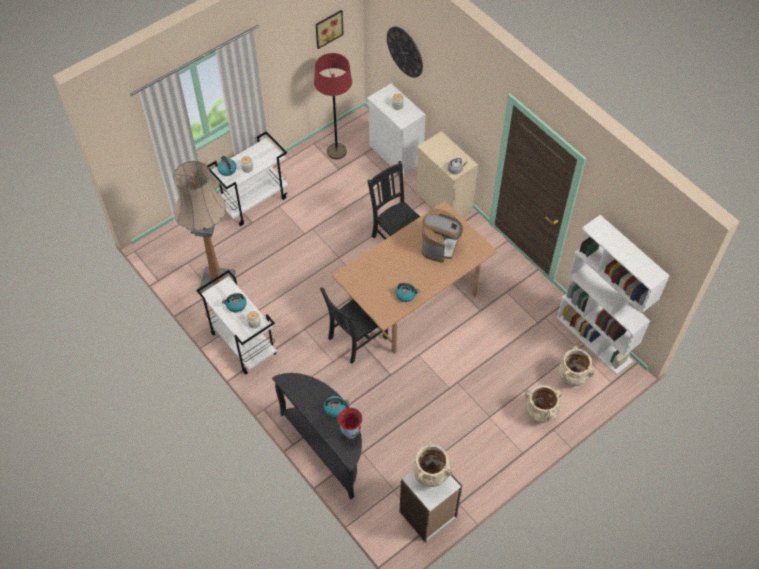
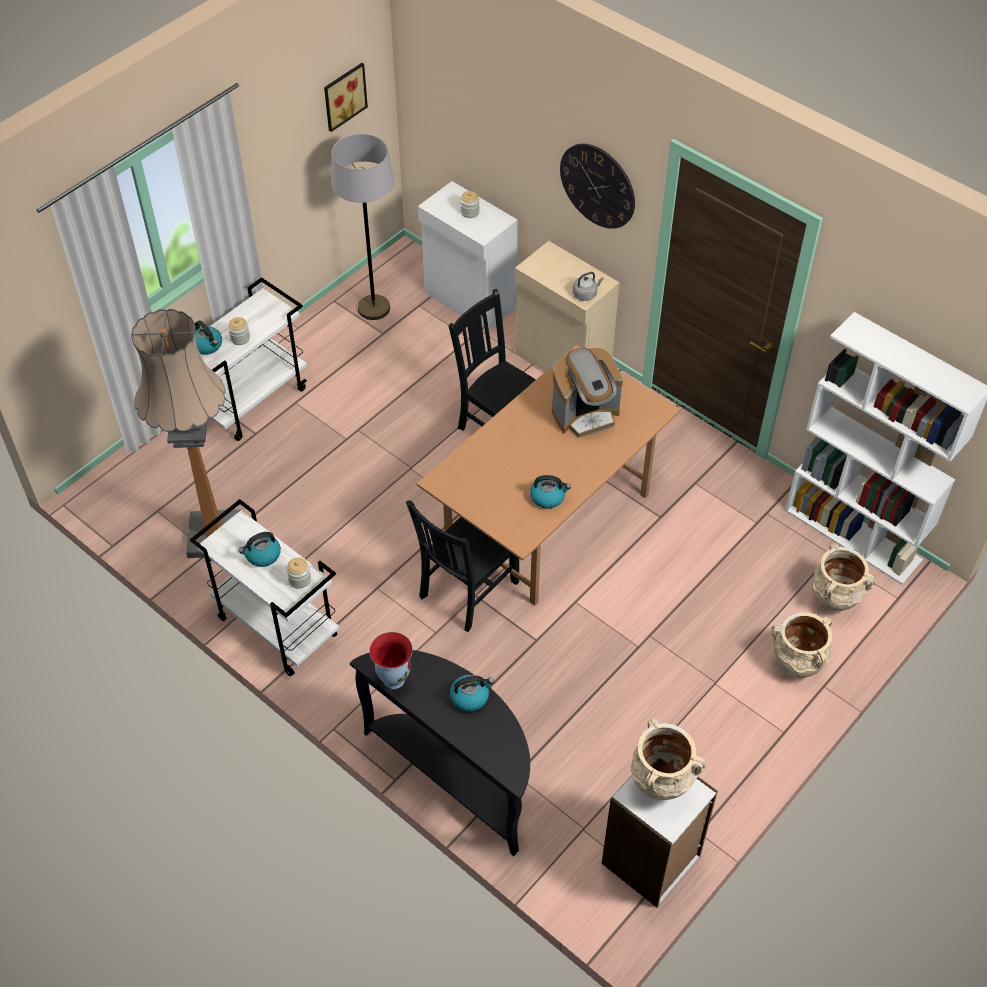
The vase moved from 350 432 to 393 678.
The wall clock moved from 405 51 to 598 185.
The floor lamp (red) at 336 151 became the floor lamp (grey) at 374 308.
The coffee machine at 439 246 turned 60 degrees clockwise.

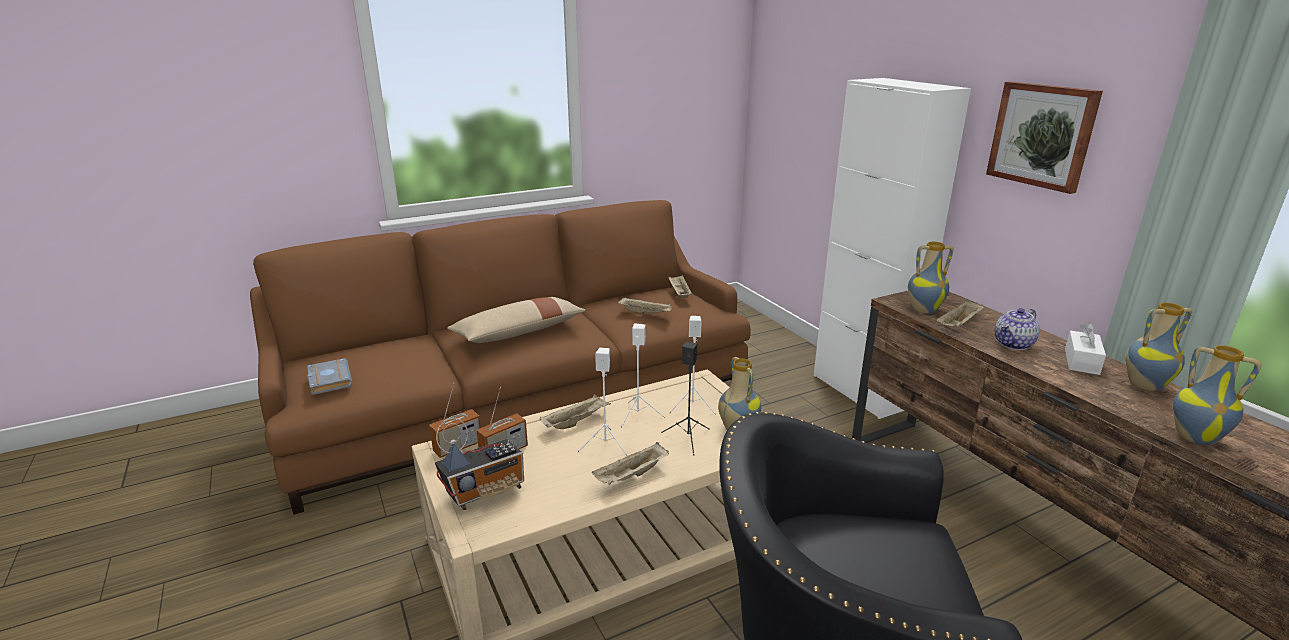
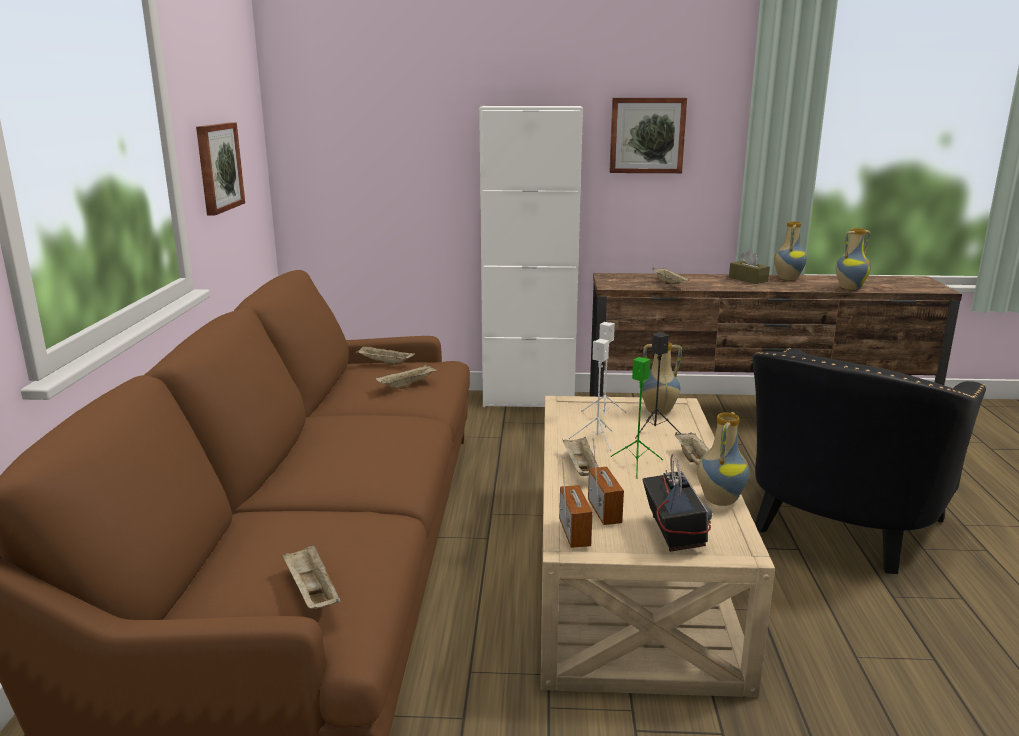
The pillow (beige) at 519 332 disappeared.
The teapot at 1013 344 disappeared.
The picture at 218 167 appeared.
The vase moved from 923 310 to 718 500.
The book (grey) at 328 380 was replaced by the tray (beige) at 311 592.
The speaker (white) at 606 446 became the speaker (green) at 637 464.
The tissue box (white) at 1081 361 became the tissue box (brown) at 748 279.

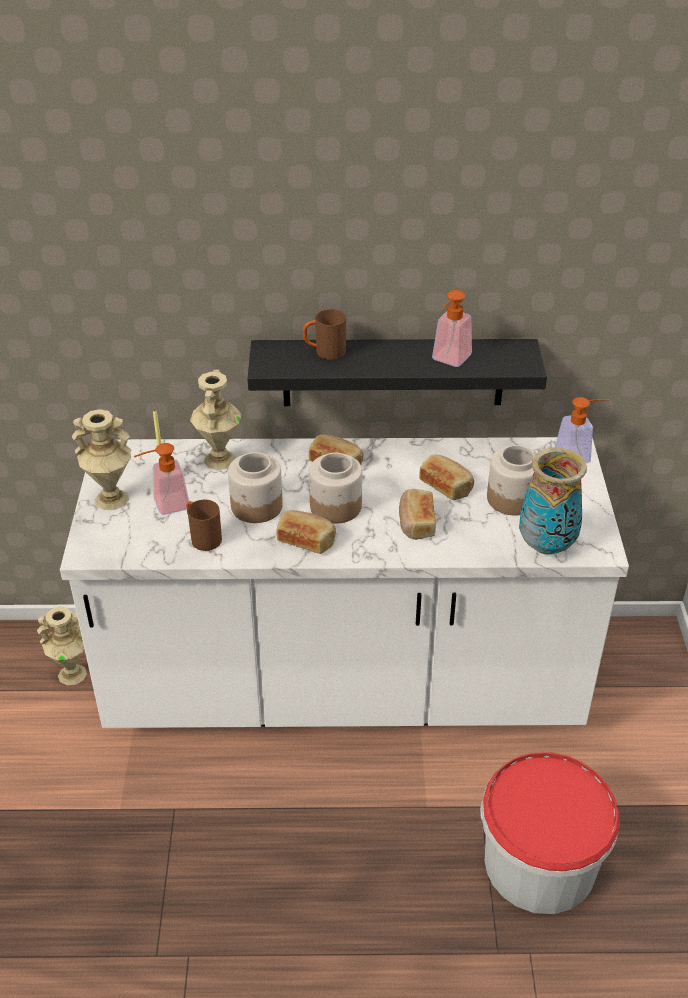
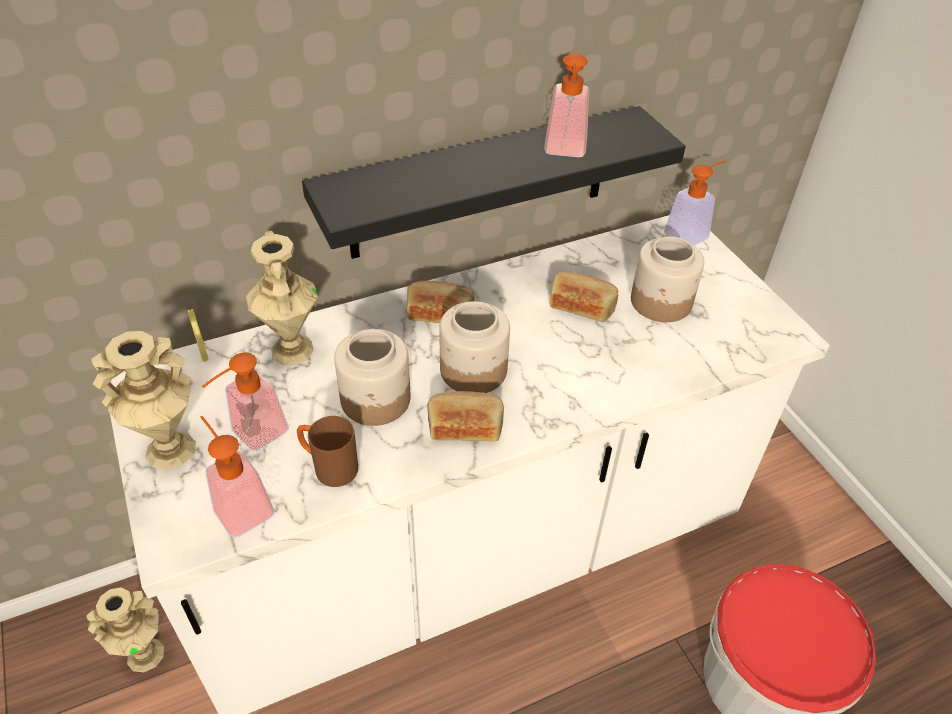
The mug (brown) at 324 352 disappeared.
The bread at 416 523 disappeared.
The vase at 546 545 disappeared.
The soap dispenser at 239 505 appeared.

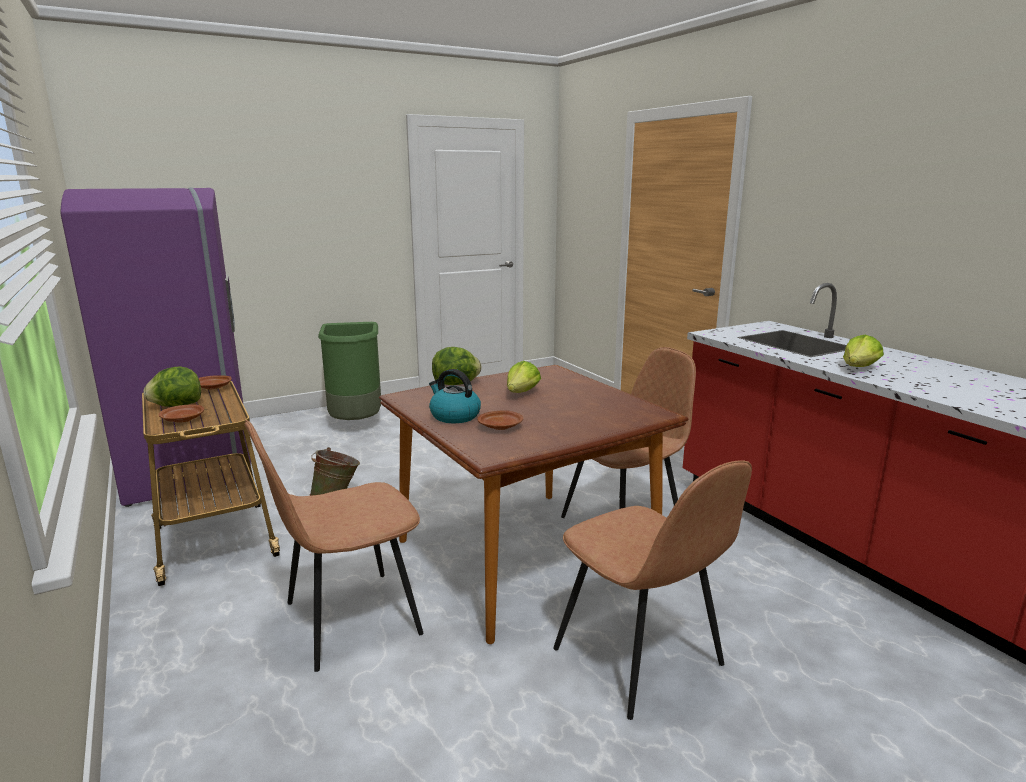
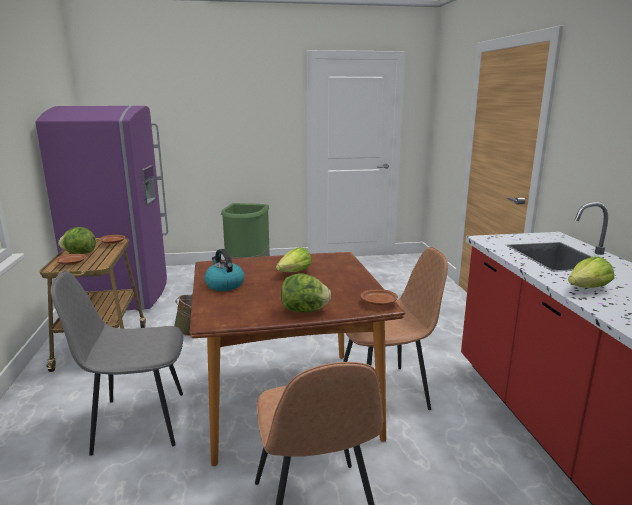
The lettuce moved from 456 384 to 304 311.
The plate (brown) moved from 501 427 to 379 303.
The chair (brown) at 348 619 became the chair (grey) at 137 422.

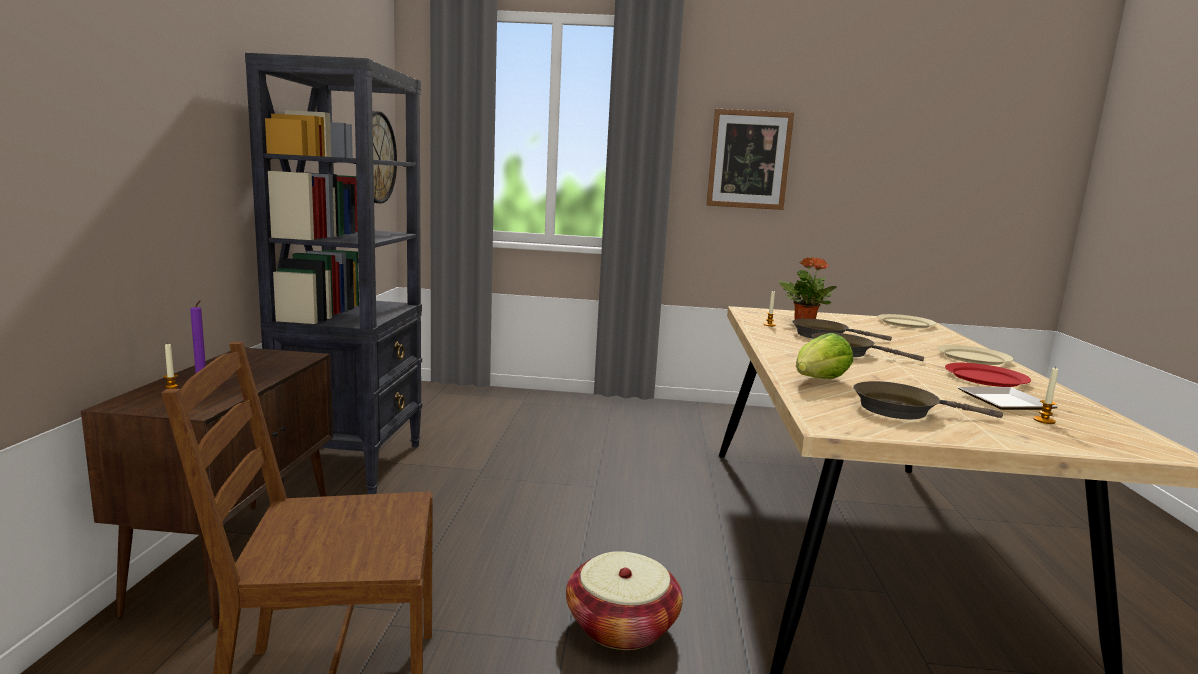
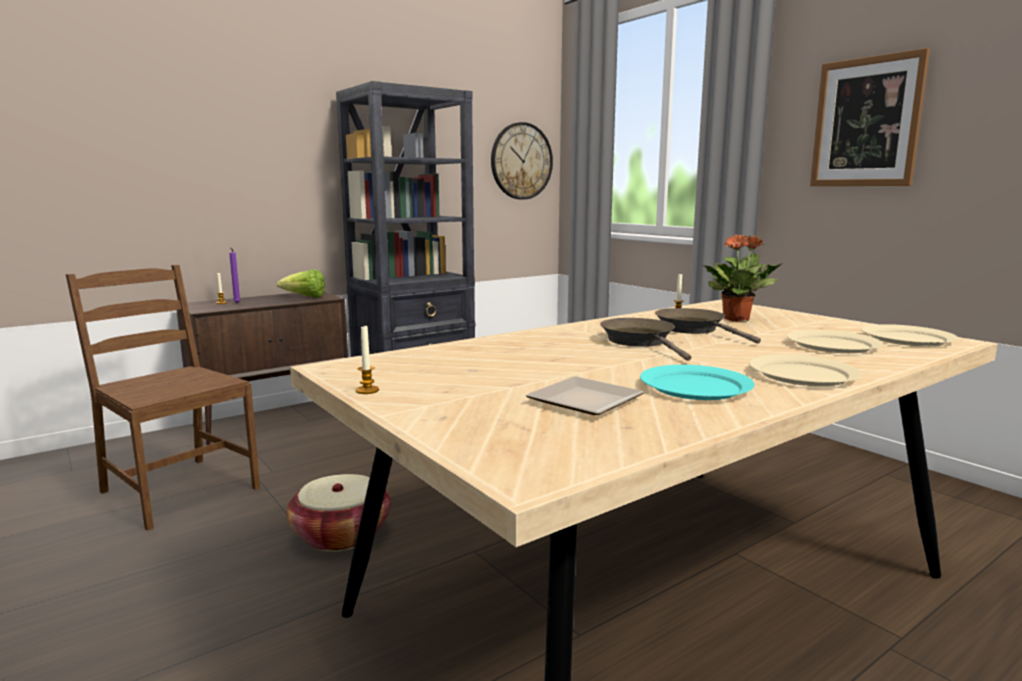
The frying pan (brown) at 901 410 disappeared.
The plate (beige) at 832 345 appeared.
The lettuce moved from 818 381 to 305 297.
The candle moved from 1044 420 to 367 390.
The plate (red) at 985 378 became the plate (turquoise) at 696 386.

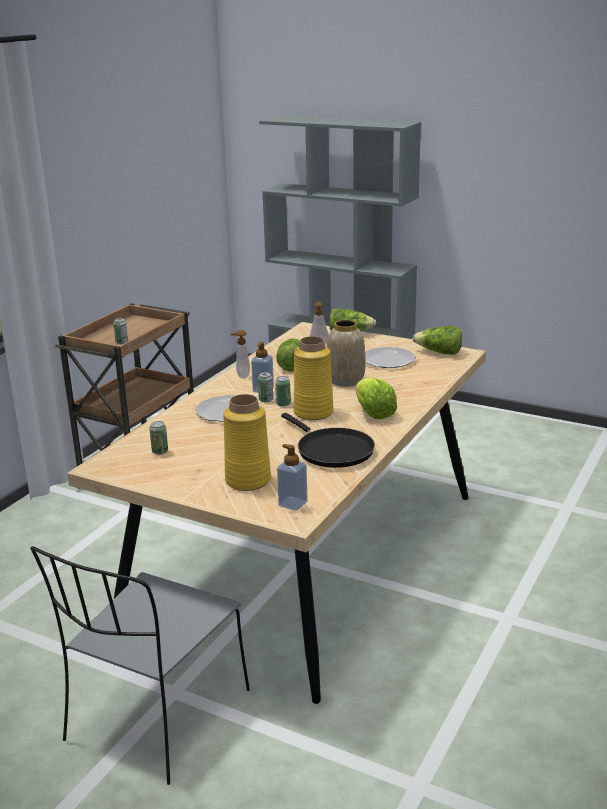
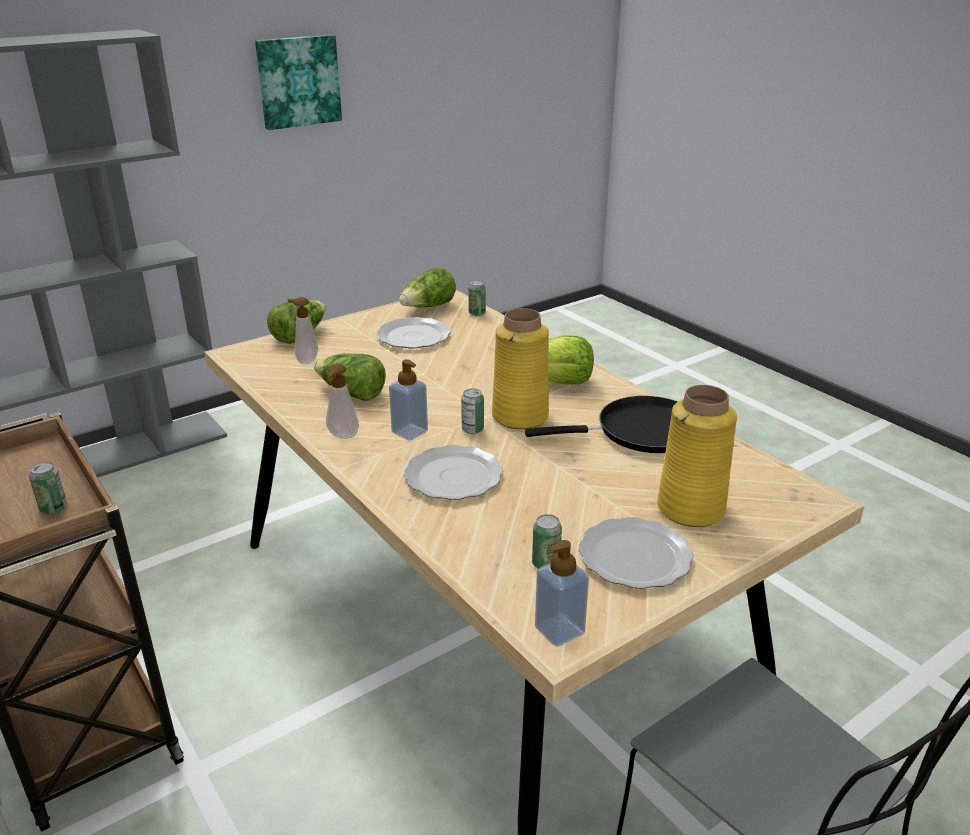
The vase at 345 381 disappeared.
The picture at 298 81 appeared.
The plate at 634 557 appeared.
The can moved from 266 400 to 477 313.
The soap dispenser moved from 293 504 to 559 630.

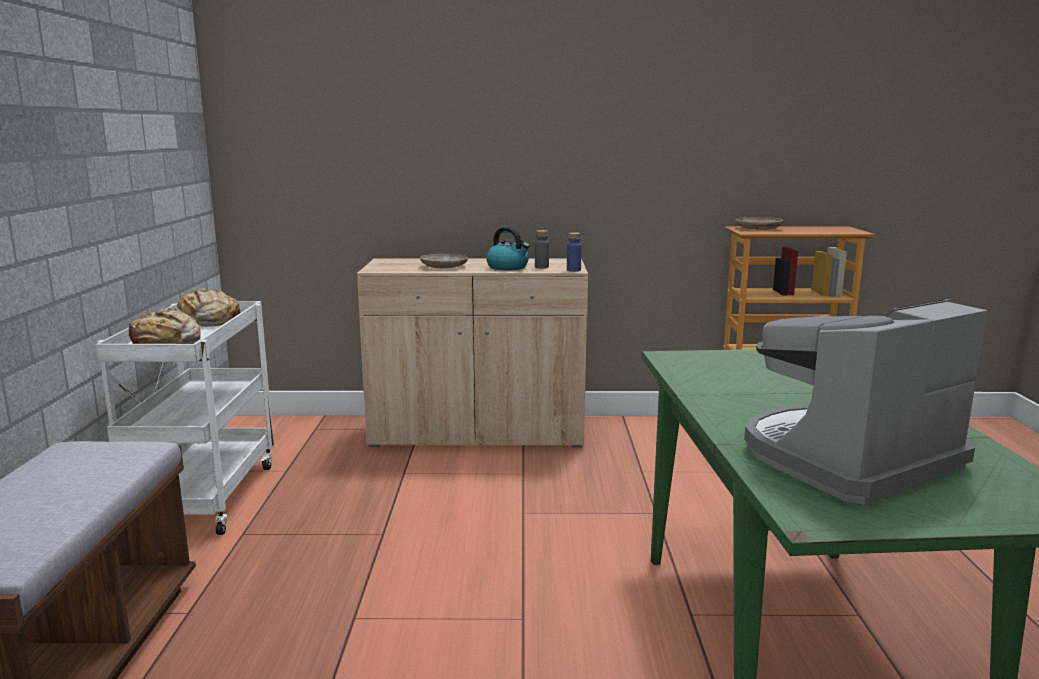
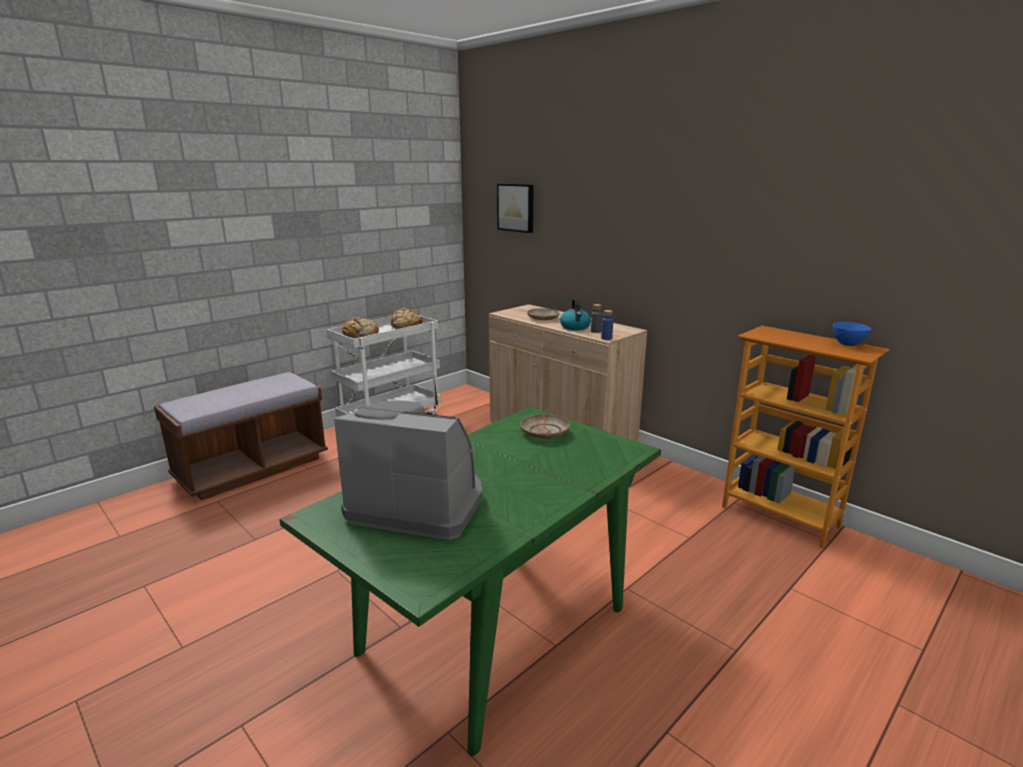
The picture at 516 207 appeared.
The bowl (blue) at 848 344 appeared.
The plate (beige) moved from 758 228 to 544 433.

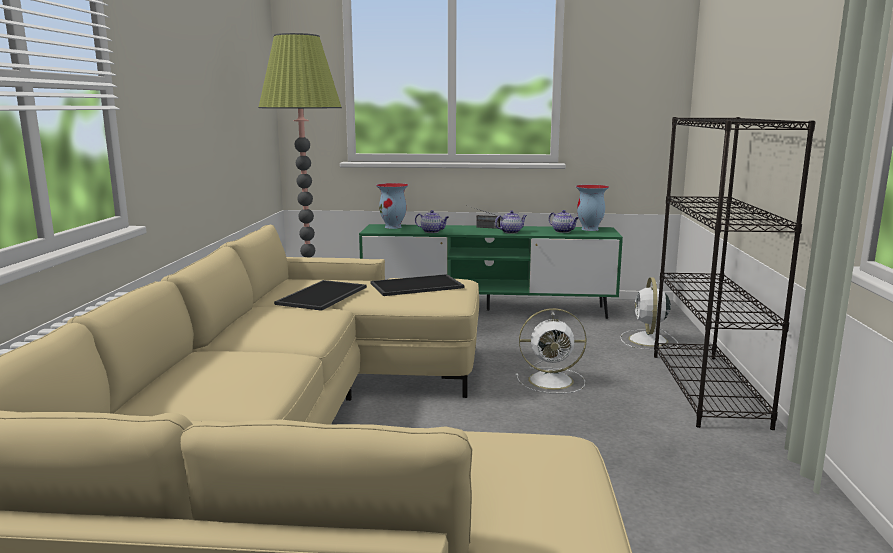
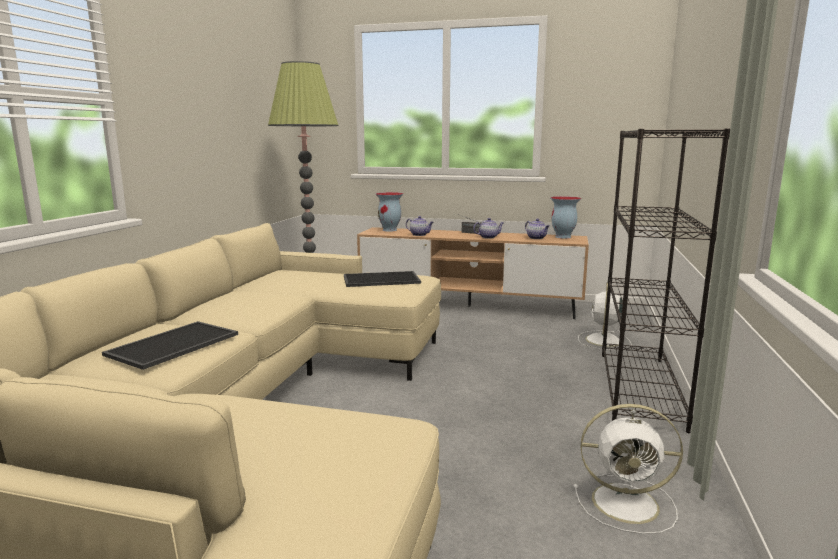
The tray moved from 323 296 to 173 345.
The fan (white) moved from 553 381 to 628 503.
The tv stand (green) at 488 310 became the tv stand (brown) at 469 306.

